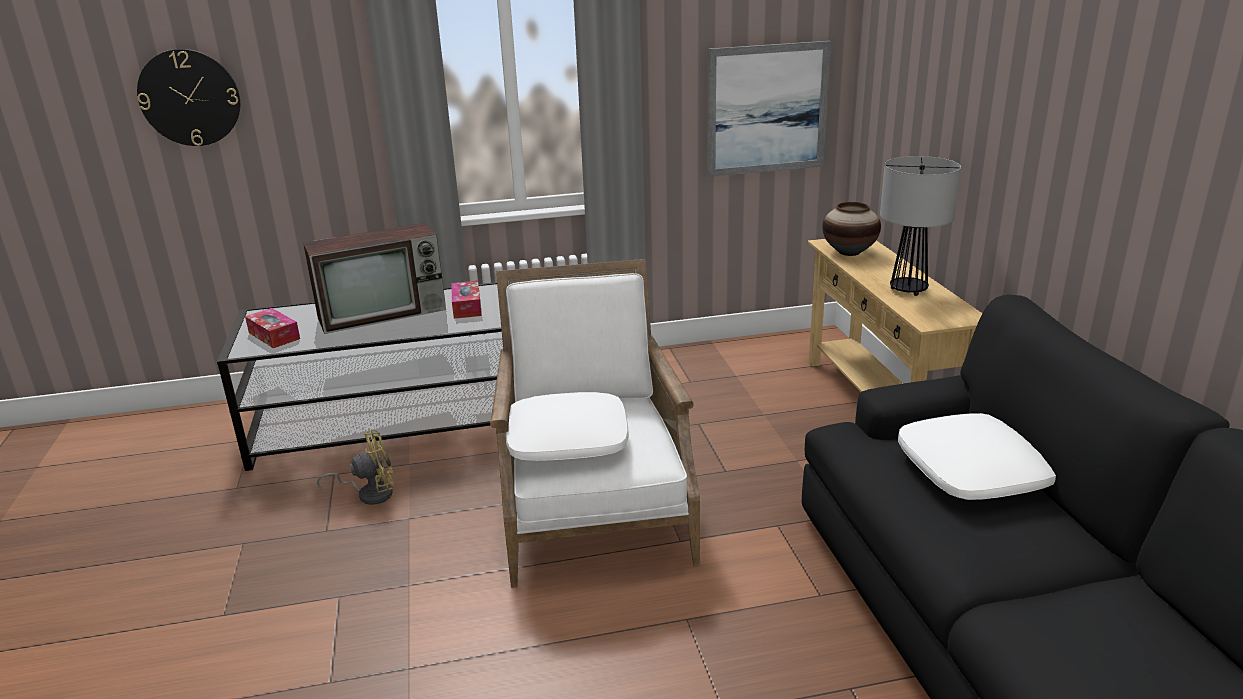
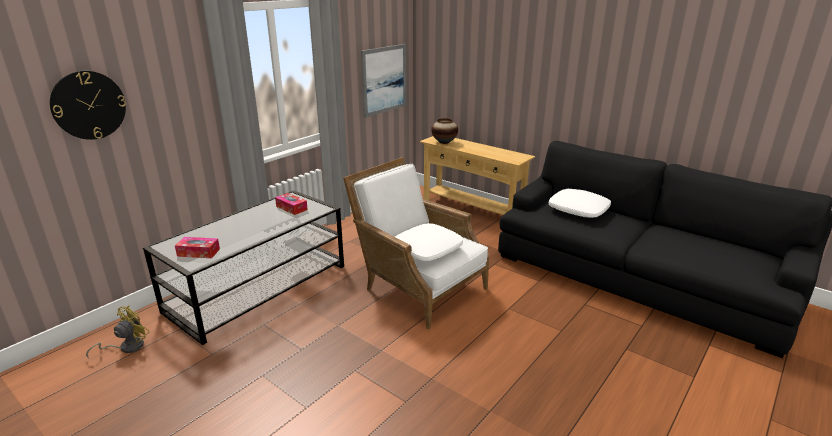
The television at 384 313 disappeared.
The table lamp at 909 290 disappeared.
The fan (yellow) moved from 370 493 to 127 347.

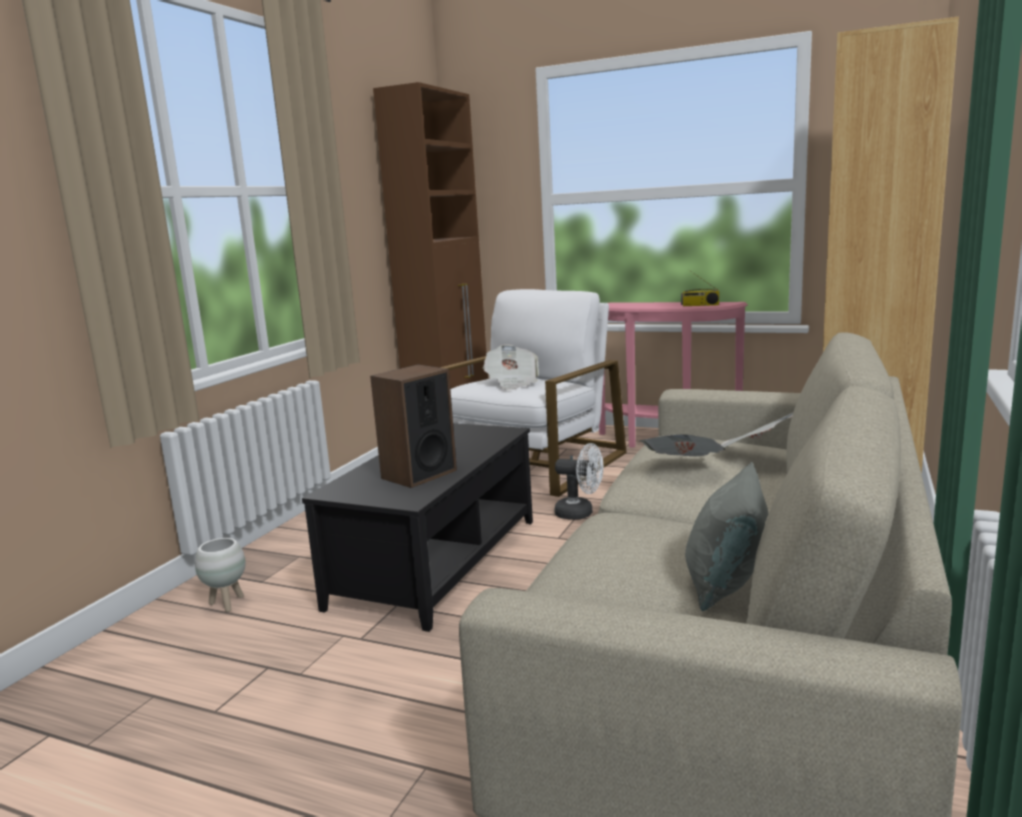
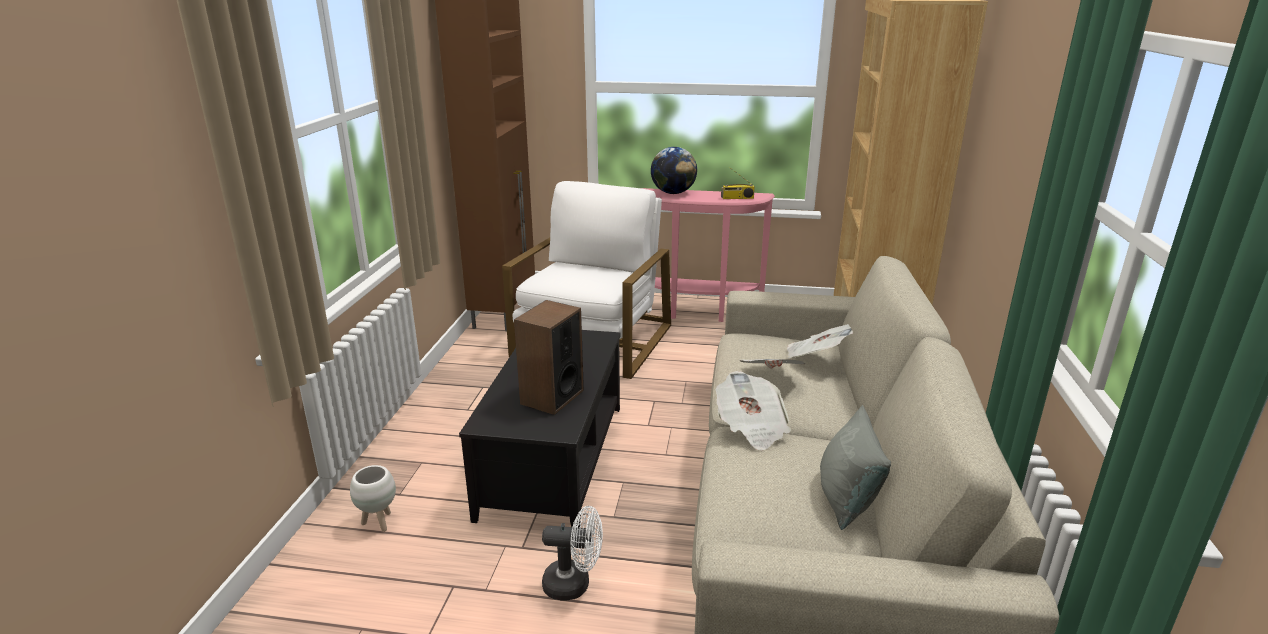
The globe at 673 193 appeared.
The newspaper moved from 512 383 to 751 428.
The fan (white) moved from 580 513 to 574 584.

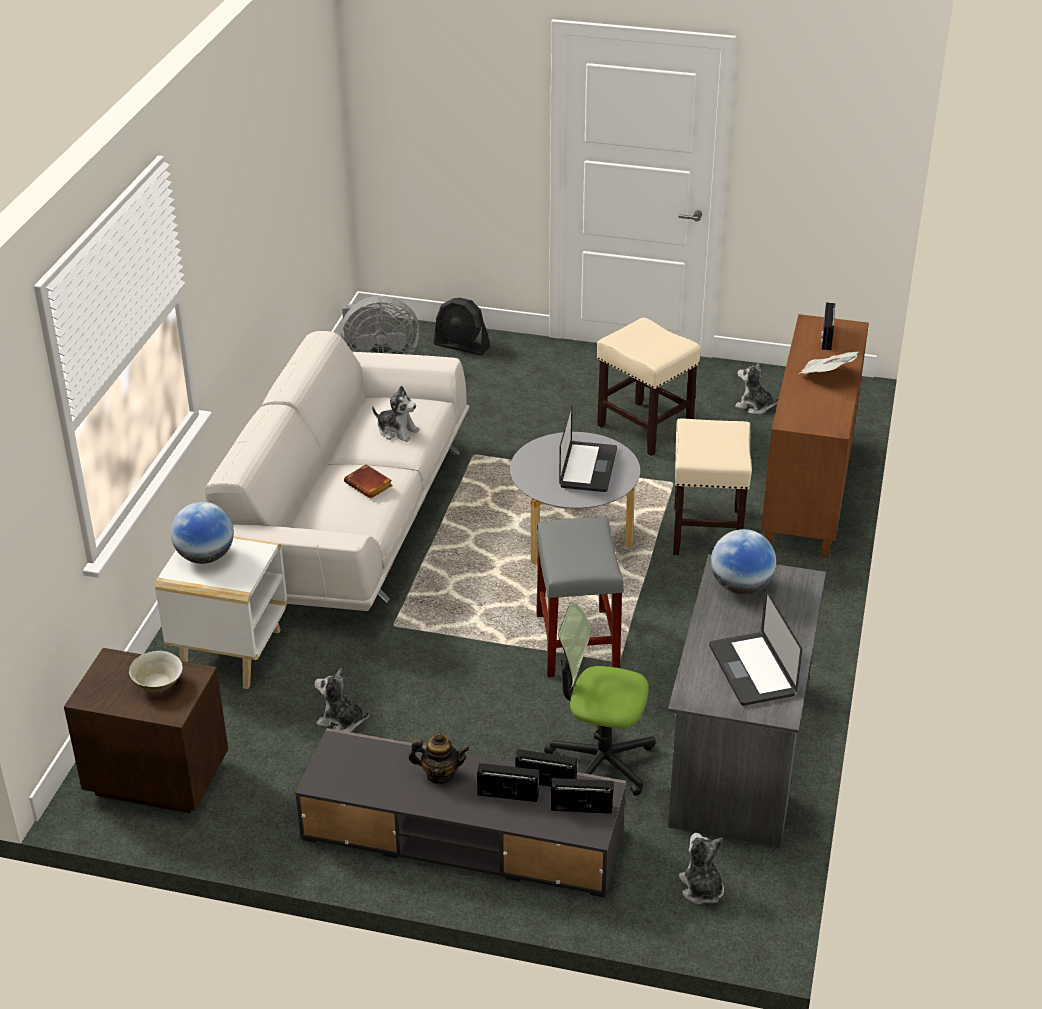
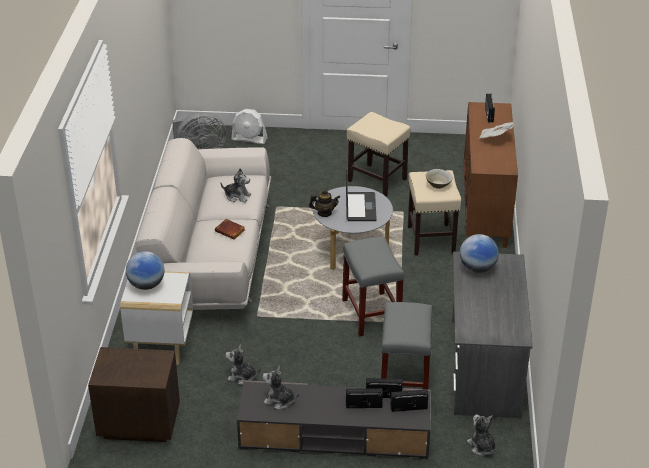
The laptop at 752 670 disappeared.
The bowl (beige) moved from 158 684 to 438 185.
The teapot moved from 440 774 to 324 213.
The plush toy moved from 754 406 to 279 400.
The office chair at 600 761 was replaced by the stool (grey) at 404 382.
The fan (black) at 462 346 became the fan (white) at 249 139.

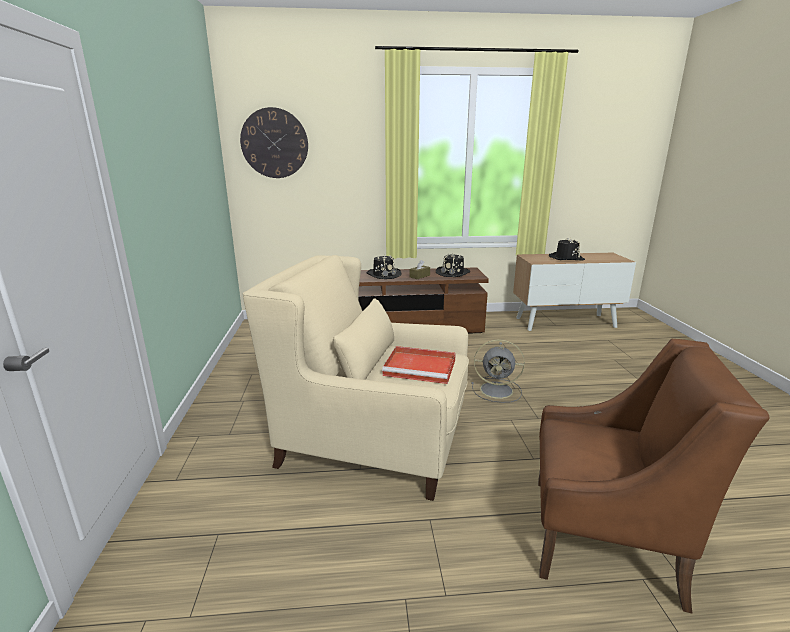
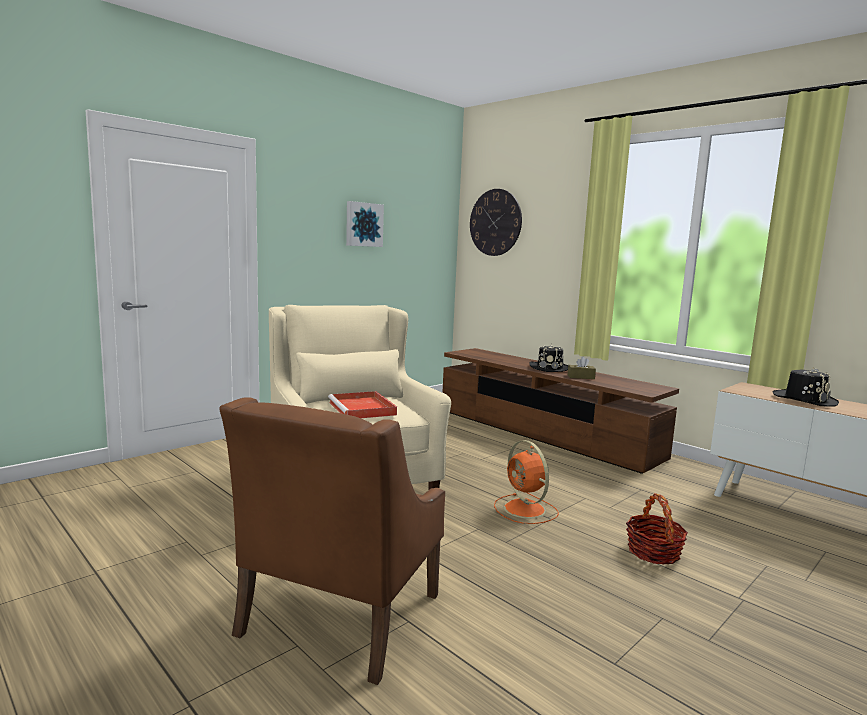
The hat (black) at 453 273 disappeared.
The picture at 363 224 appeared.
The basket at 653 552 appeared.
The fan (grey) at 498 390 became the fan (orange) at 525 510.
The armchair (brown) at 605 538 turned 45 degrees clockwise.

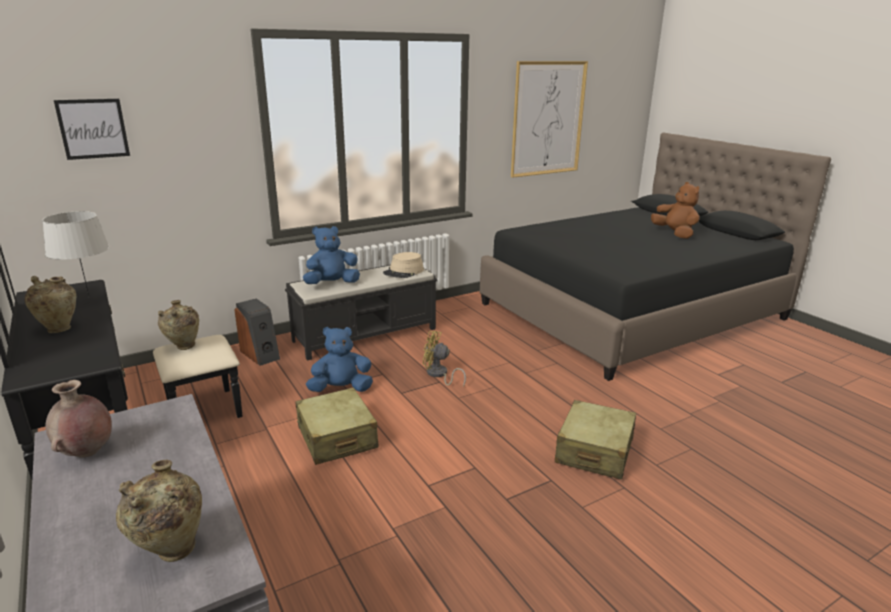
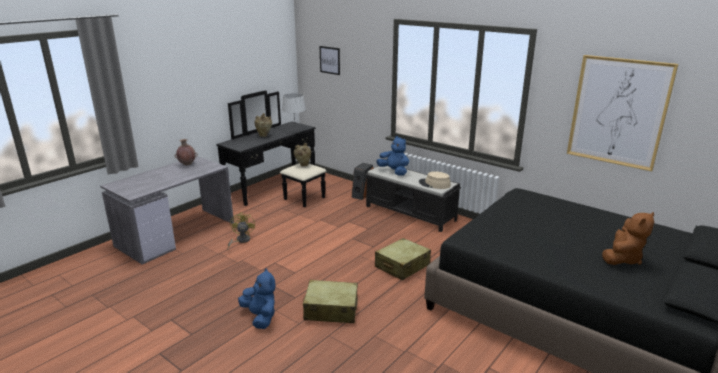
The vase (beige) at 171 553 disappeared.
The suitcase (beige) moved from 336 437 to 402 266.
The plush toy (blue) moved from 341 389 to 260 317.
The fan (yellow) moved from 439 375 to 240 241.

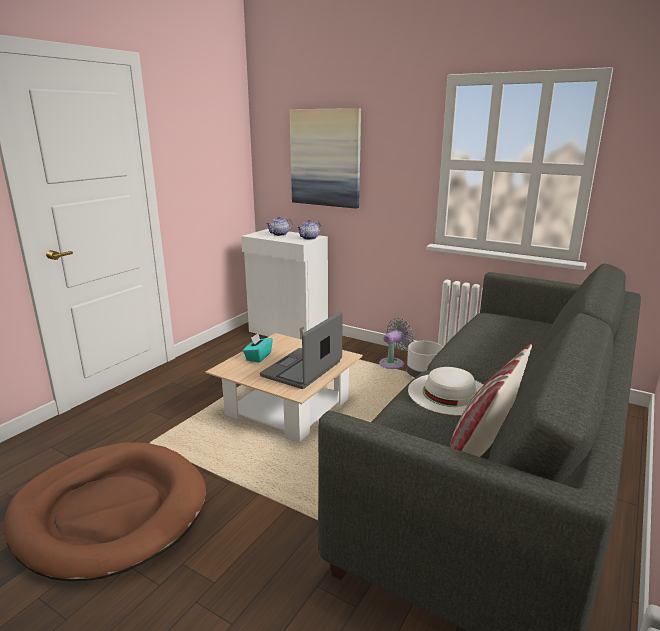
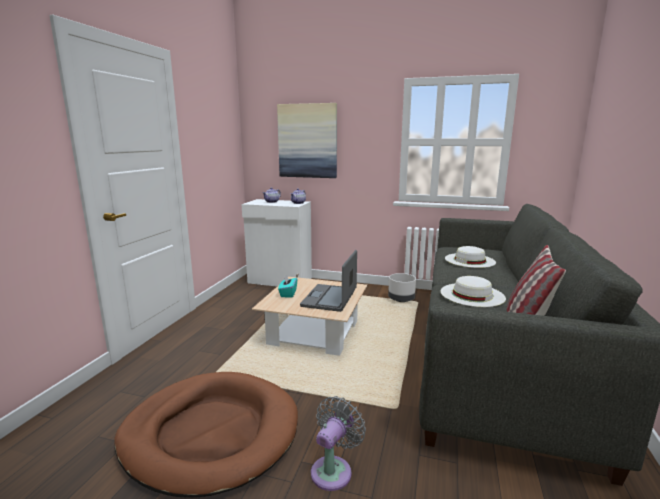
The hat (white) at 469 260 appeared.
The fan (grey) moved from 393 363 to 333 470.

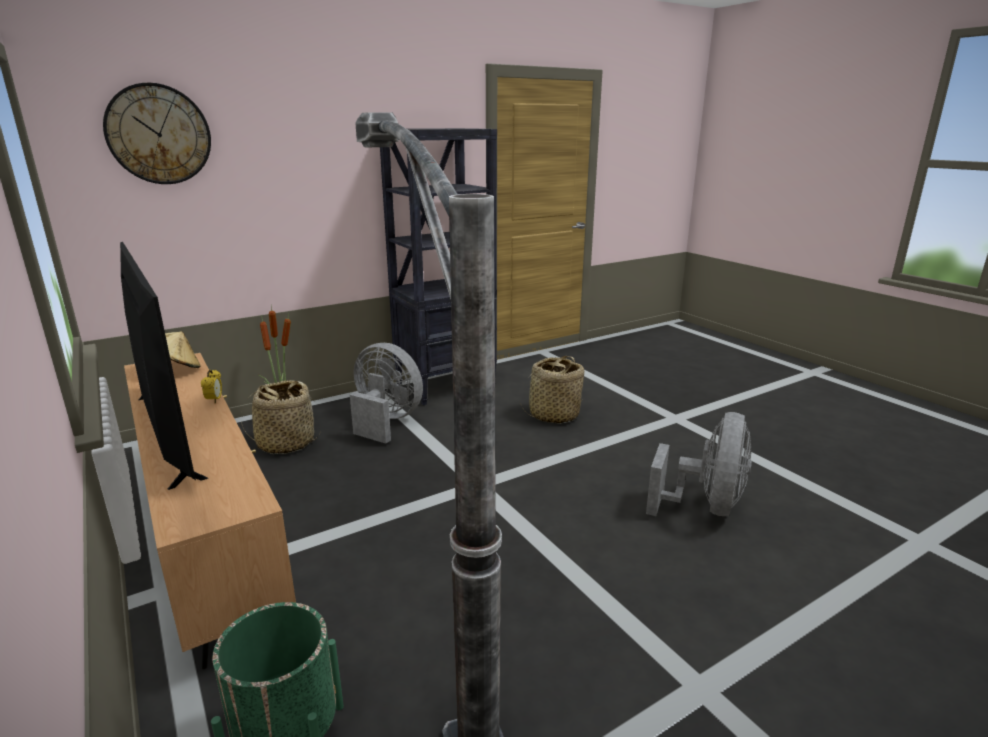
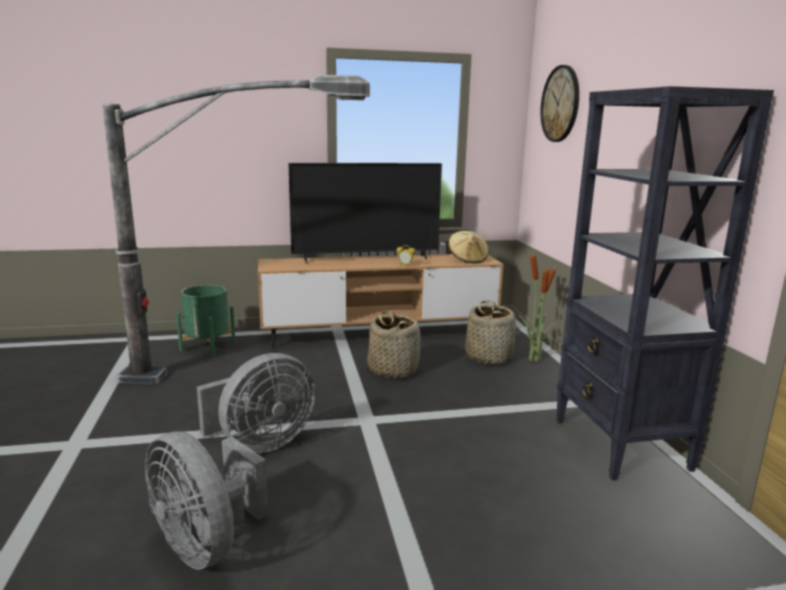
The fan (grey) moved from 385 421 to 260 443.
The basket moved from 553 415 to 393 370.

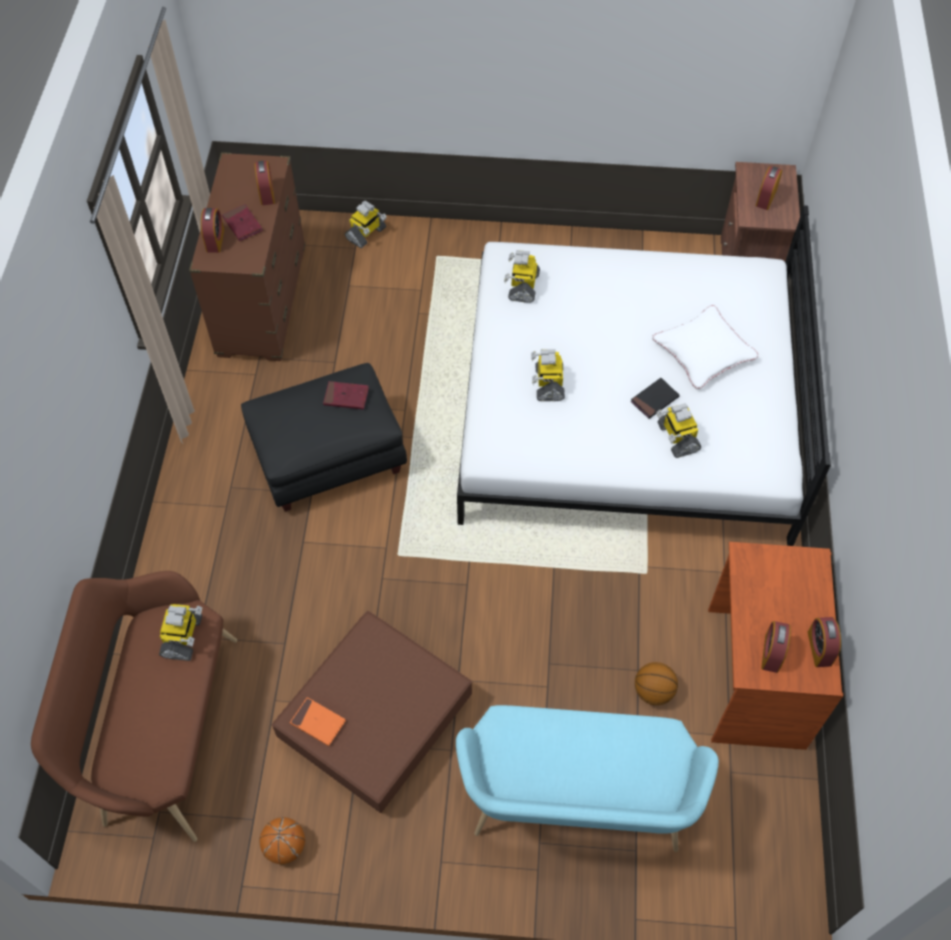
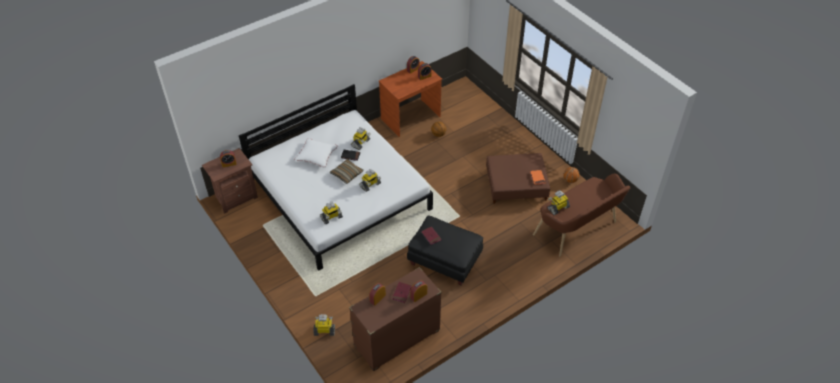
The bench (turquoise) at 576 806 disappeared.
The pillow at 347 174 appeared.

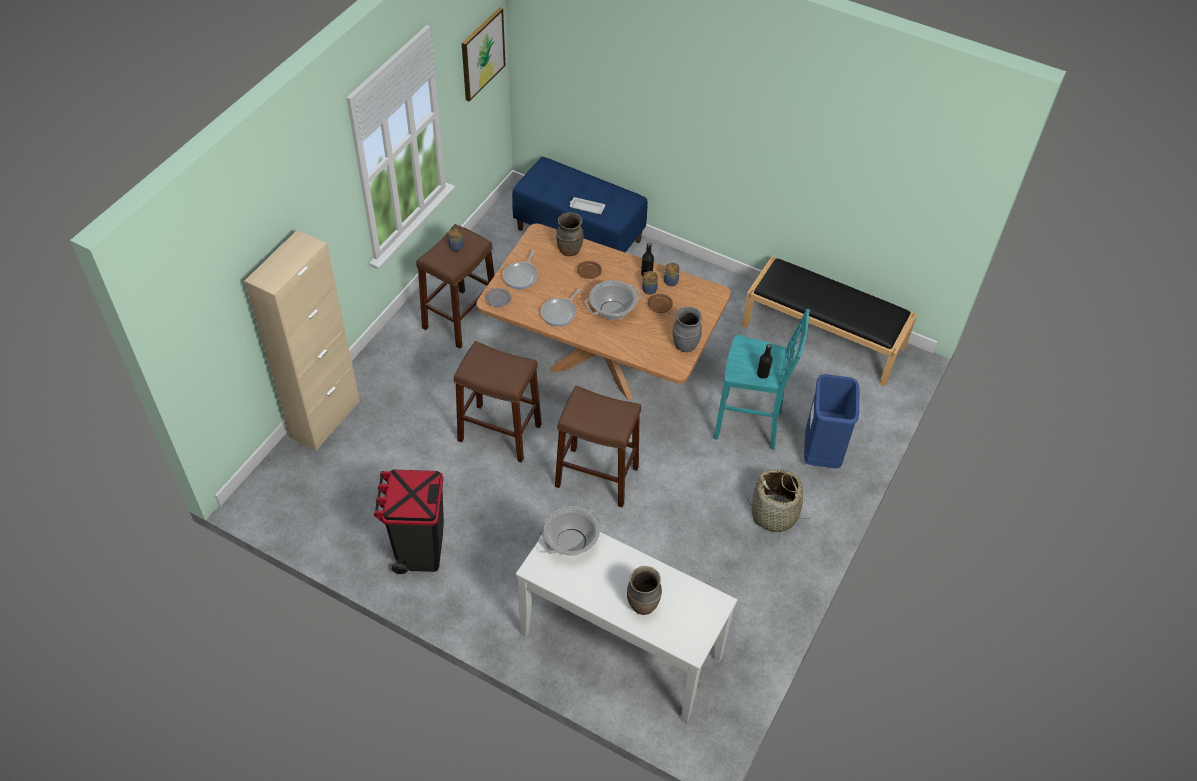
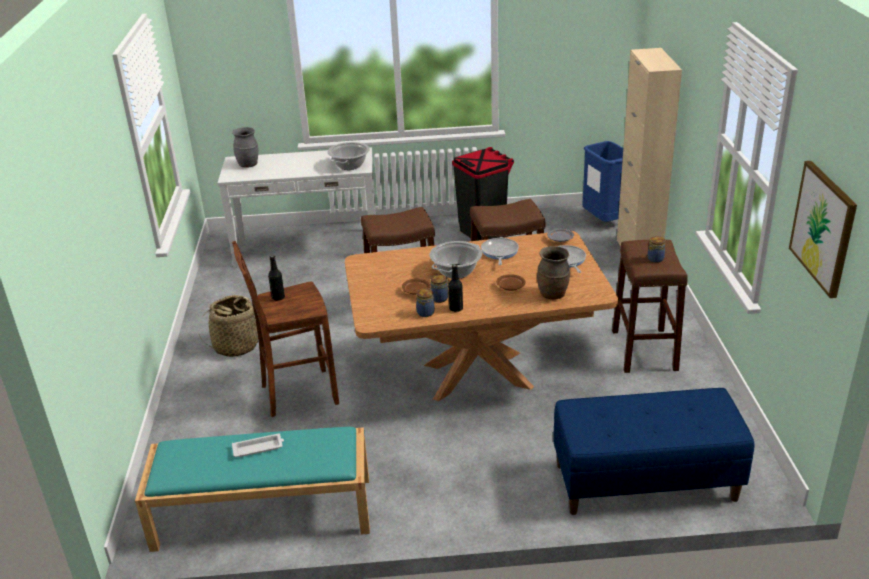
The vase (brown) at 642 605 disappeared.
The tray (white) moved from 586 207 to 259 448.
The vase (grey) moved from 685 345 to 248 165.
The trash can (blue) moved from 821 454 to 604 221.
The stool (turquoise) at 750 425 became the stool (brown) at 297 394.
The bench (black) at 824 336 became the bench (turquoise) at 262 513.

